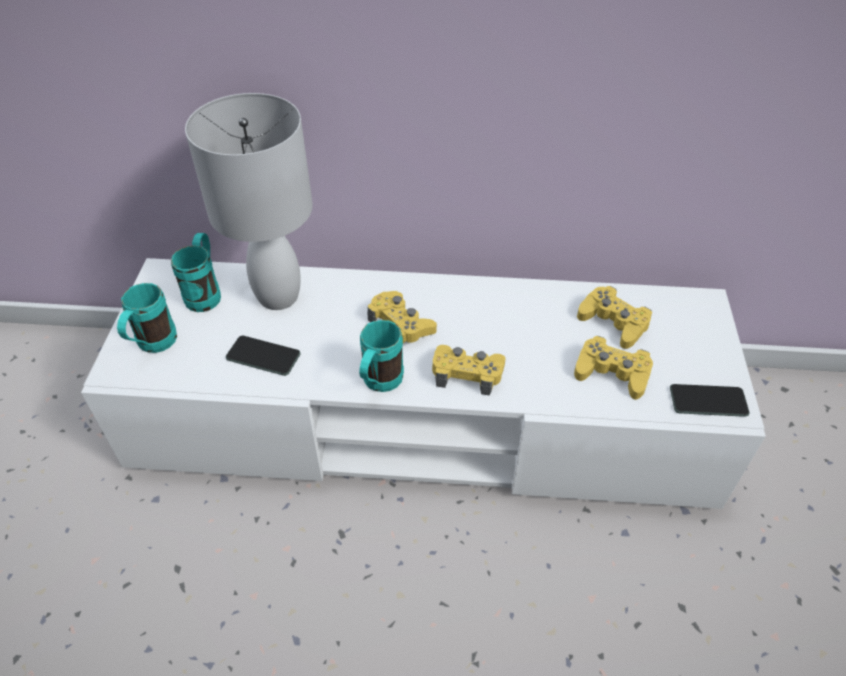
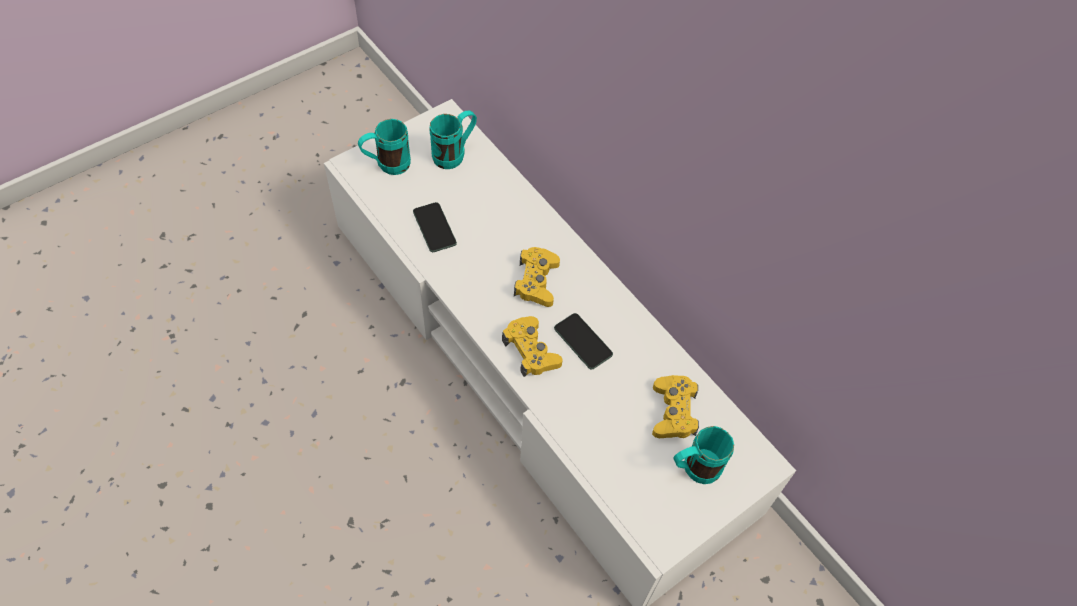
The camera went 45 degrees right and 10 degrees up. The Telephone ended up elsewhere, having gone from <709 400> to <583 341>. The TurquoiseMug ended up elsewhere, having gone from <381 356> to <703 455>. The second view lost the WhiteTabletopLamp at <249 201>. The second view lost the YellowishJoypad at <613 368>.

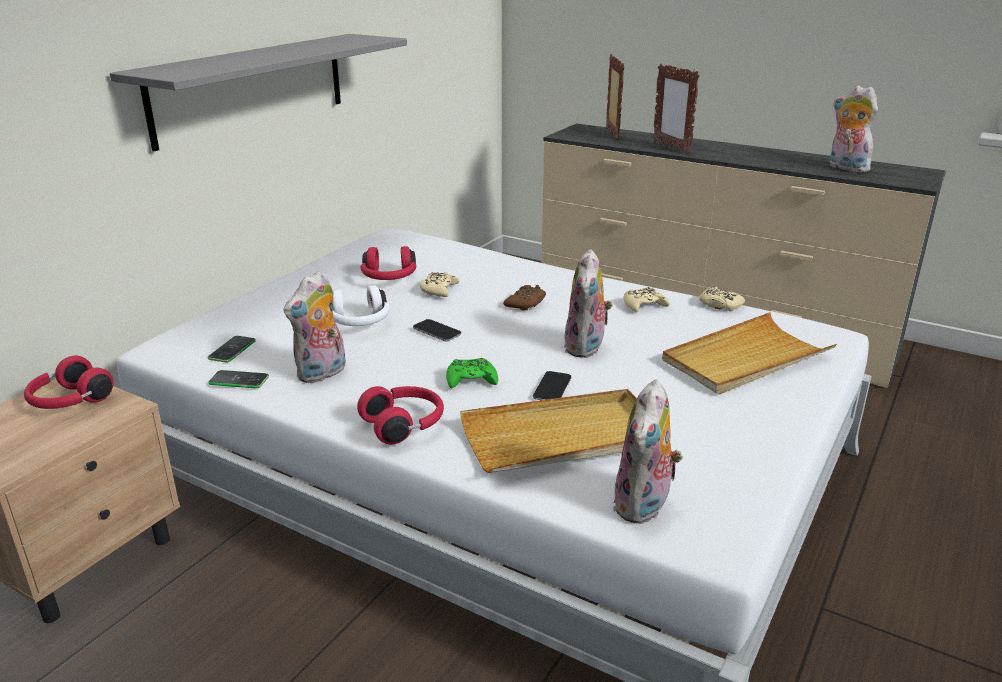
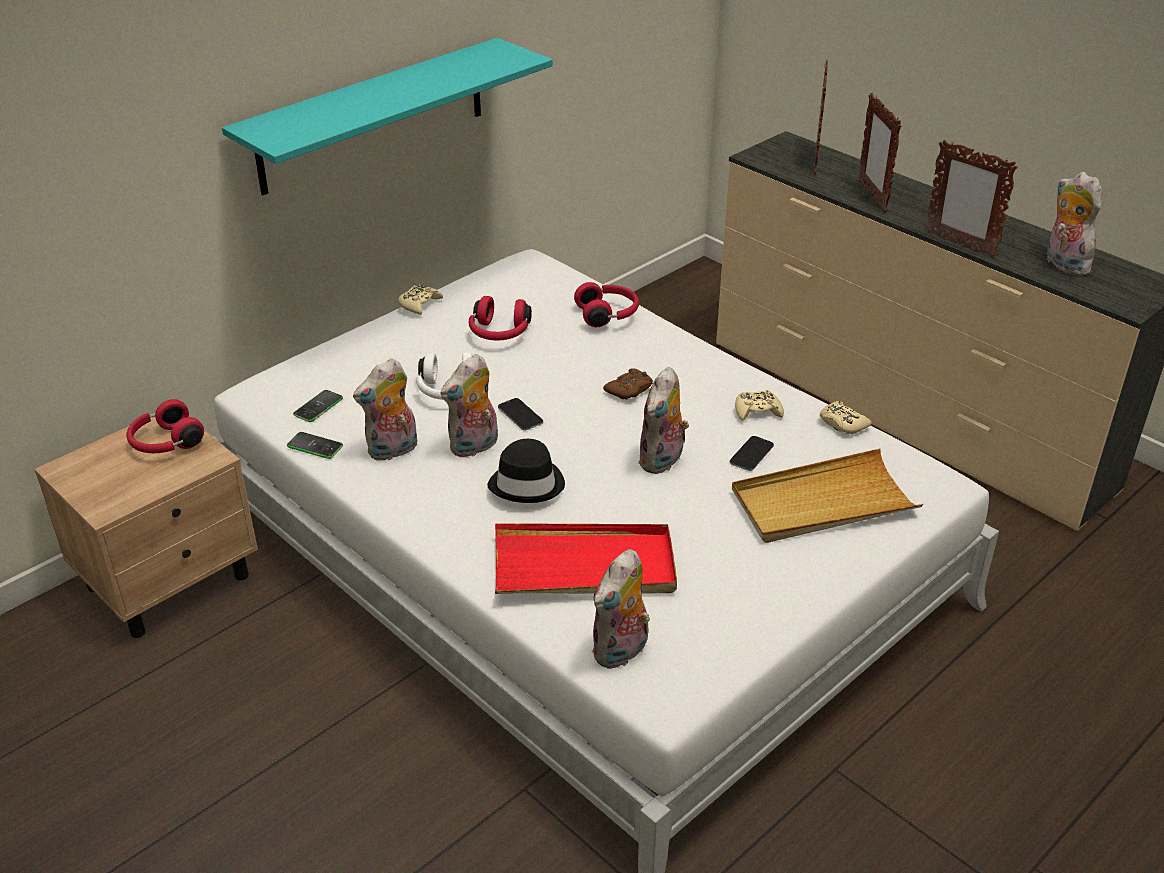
The camera went 15 degrees right and 10 degrees up. What was the GreyBracketShelf at <258 92> turned into the TurquoiseBracketShelf at <387 116>. The SandColouredJoypad ended up elsewhere, having gone from <439 284> to <420 300>. The second view gained the PlushToy at <469 406>. Where the GreenJoypad stood at <472 373>, the BlackColouredClothingHat came to stand at <526 471>. What was the SandColouredCarryingTray at <548 431> turned into the ReddishCarryingTray at <586 558>. The ReddishPairOfHeadphones ended up elsewhere, having gone from <400 415> to <606 304>. The Telephone ended up elsewhere, having gone from <552 385> to <752 453>. The second view gained the PictureFrame at <972 199>.

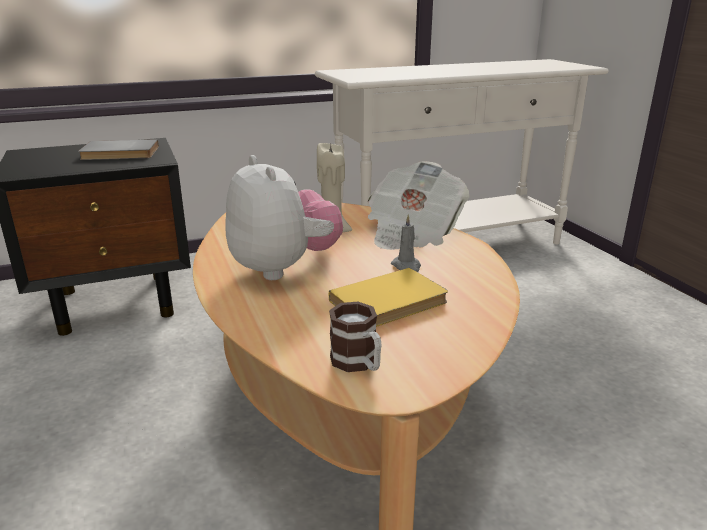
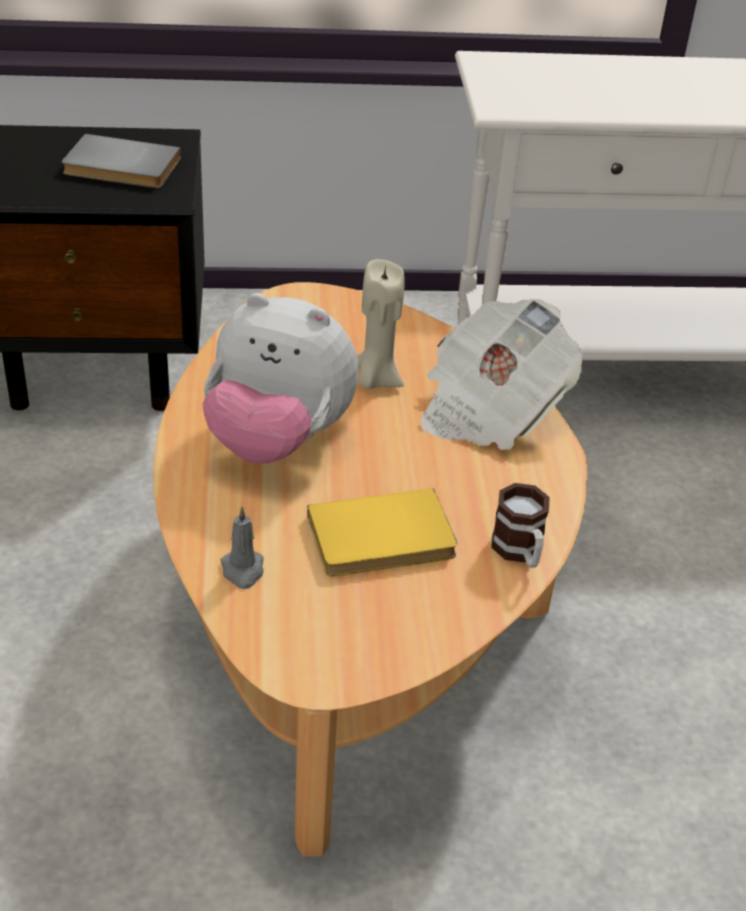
The camera went 15 degrees right and 15 degrees up. The PlushToy at <284 217> ended up facing another way, 120 degrees clockwise from before. The GreyCandle ended up elsewhere, having gone from <406 243> to <242 547>. The Mug ended up elsewhere, having gone from <355 337> to <520 525>.

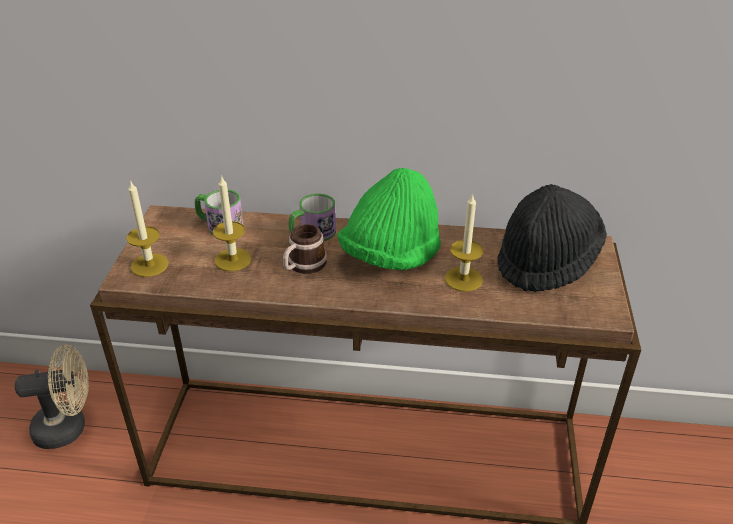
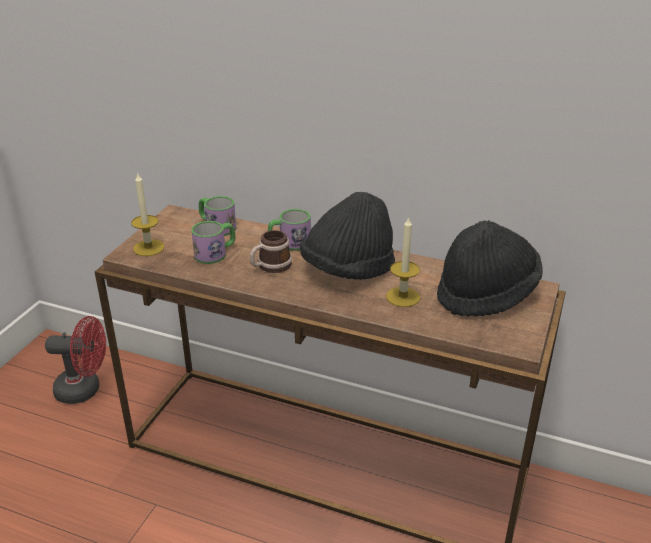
The camera went 15 degrees right and 5 degrees down. What was the SandColouredElectricFan at <52 396> turned into the ReddishElectricFan at <75 360>. Where the Candle stood at <232 223>, the Mug came to stand at <213 242>. What was the GreenClothingHat at <389 219> turned into the BlackColouredClothingHat at <347 236>.

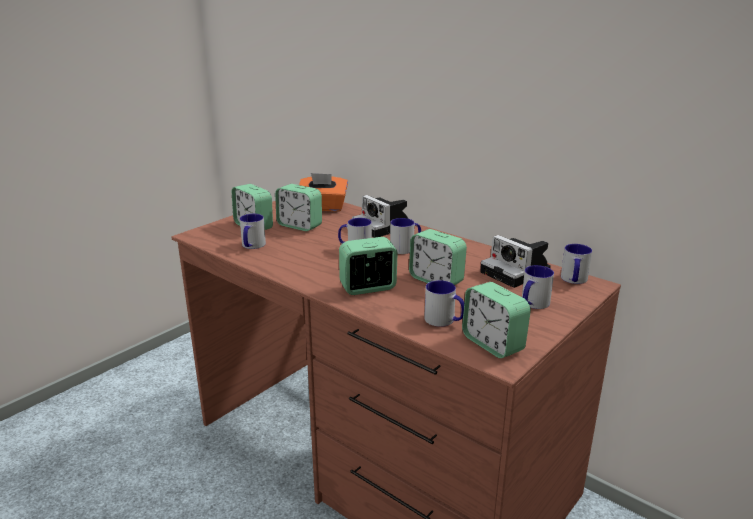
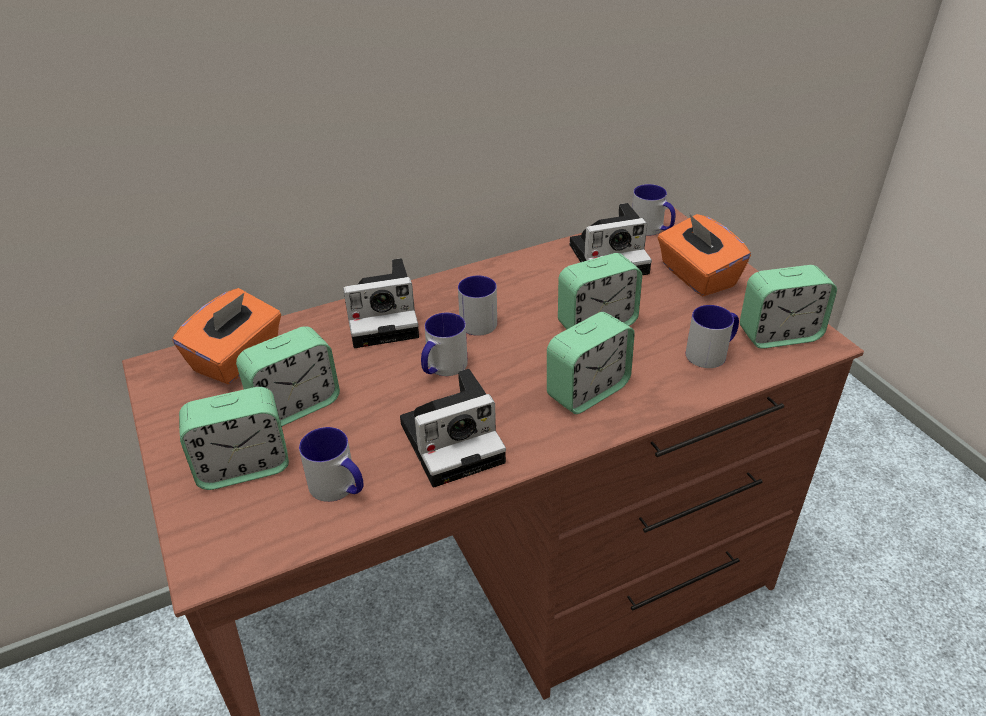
The camera went 65 degrees left and 15 degrees up. The second view gained the PhotoCamera at <453 428>. The TableClock at <368 266> ended up facing another way, 135 degrees counterclockwise from before. Where the Mug stood at <538 287>, the OrangeyTissueHolder came to stand at <704 254>.

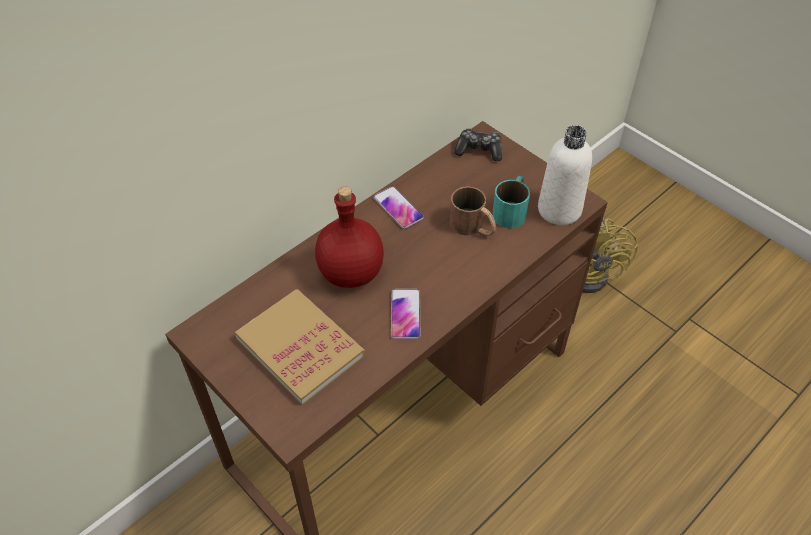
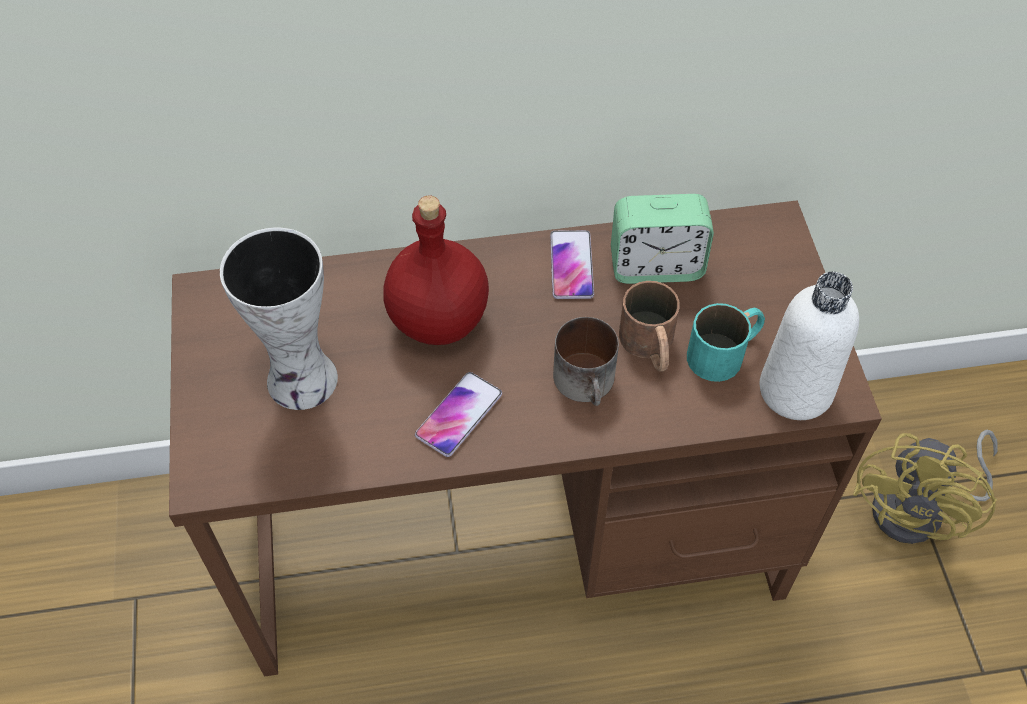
The camera went 35 degrees right and 5 degrees up. Where the Volume stood at <300 347>, the DecorativeVase came to stand at <279 318>. The second view gained the Mug at <586 361>. The second view gained the TableClock at <662 239>. The second view lost the Joypad at <478 144>.

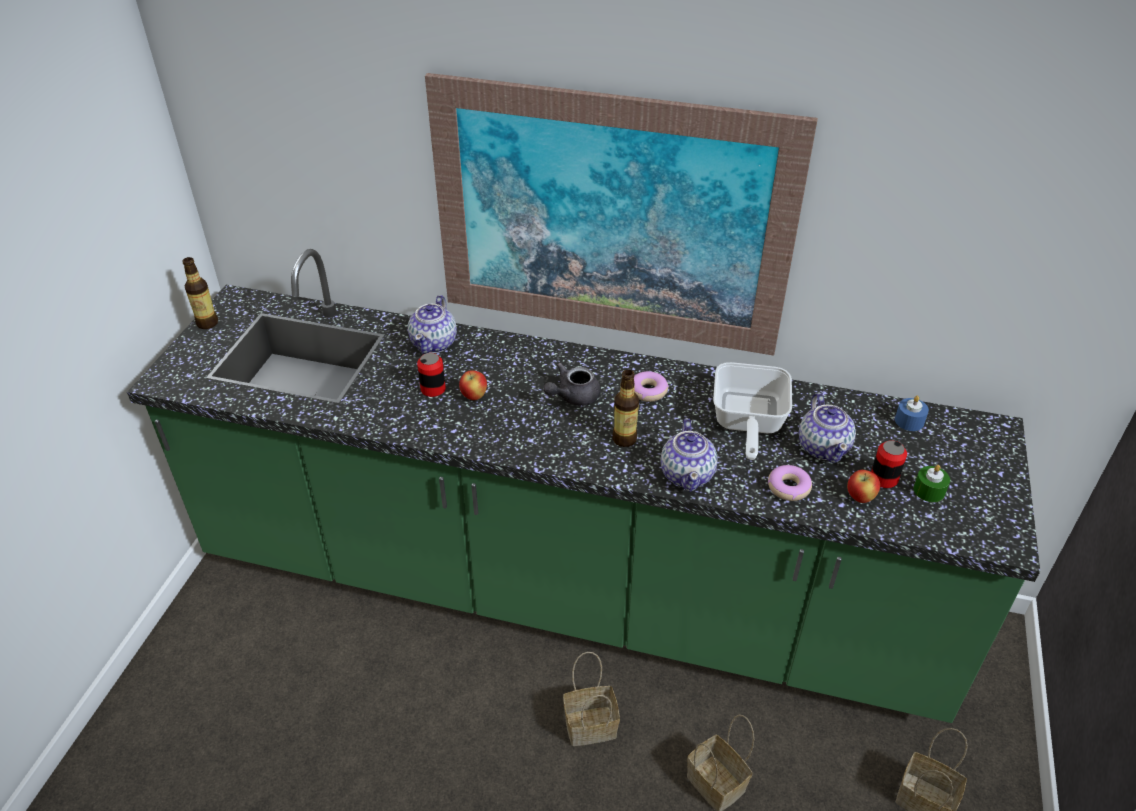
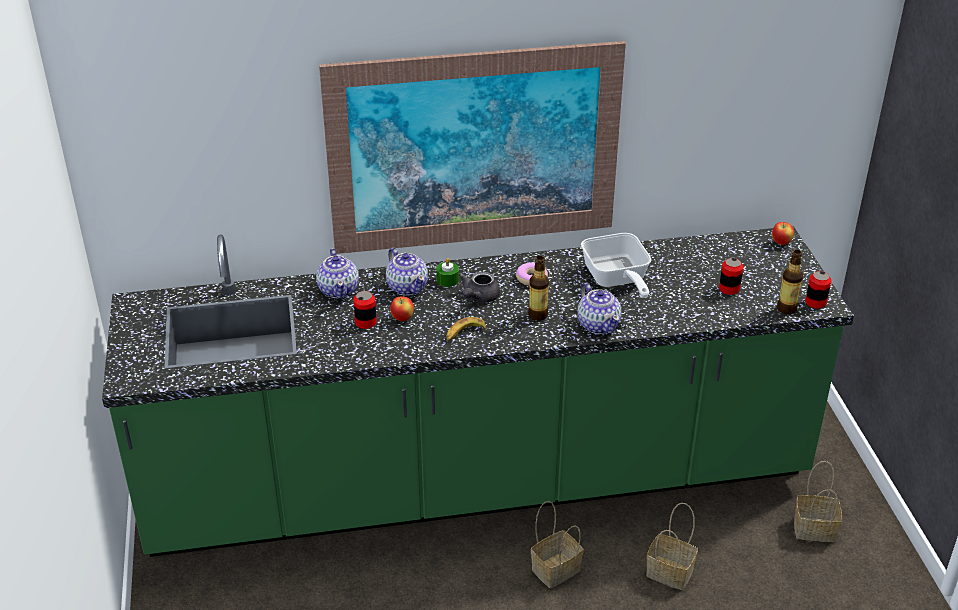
The camera went 25 degrees left and 5 degrees down. The PotForTea ended up elsewhere, having gone from <827 428> to <407 272>. The GreenCandle ended up elsewhere, having gone from <931 483> to <447 272>. The second view gained the BananaFruit at <467 329>. The WholeApple ended up elsewhere, having gone from <863 486> to <783 233>. The DrinkBottle ended up elsewhere, having gone from <200 293> to <790 282>. The second view gained the Can at <818 290>. The second view lost the Donut at <790 483>. The second view lost the BlueColouredCandle at <912 413>.

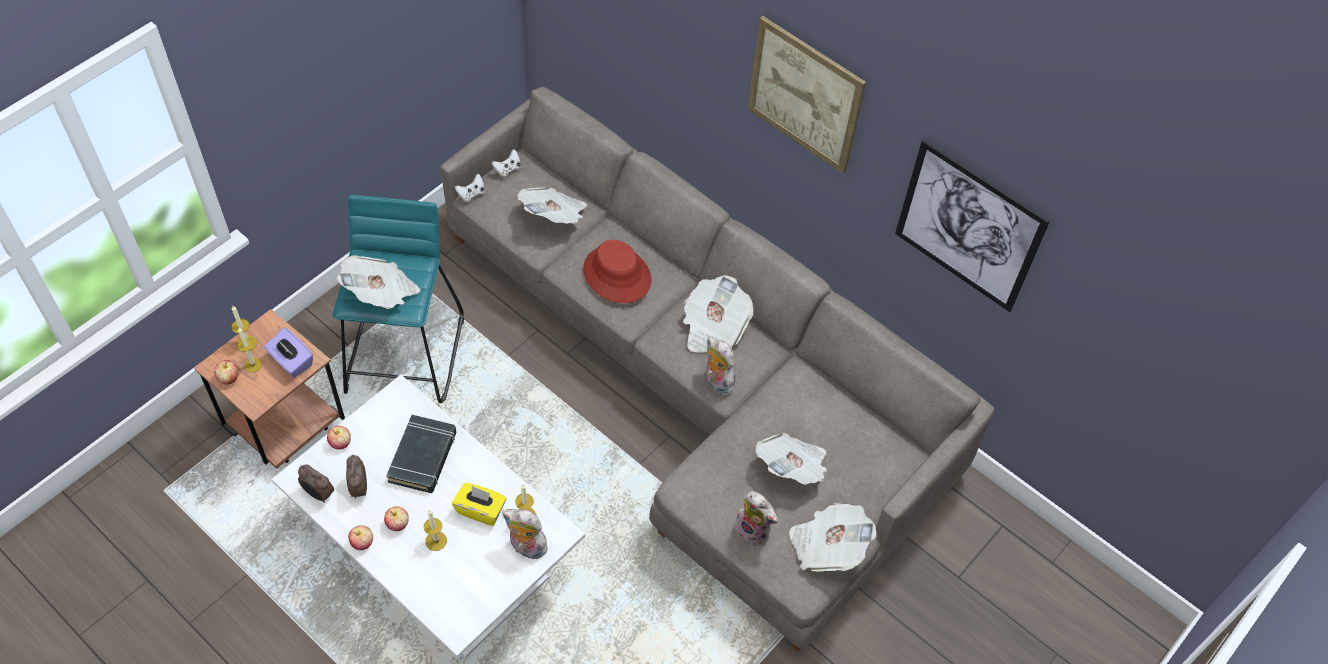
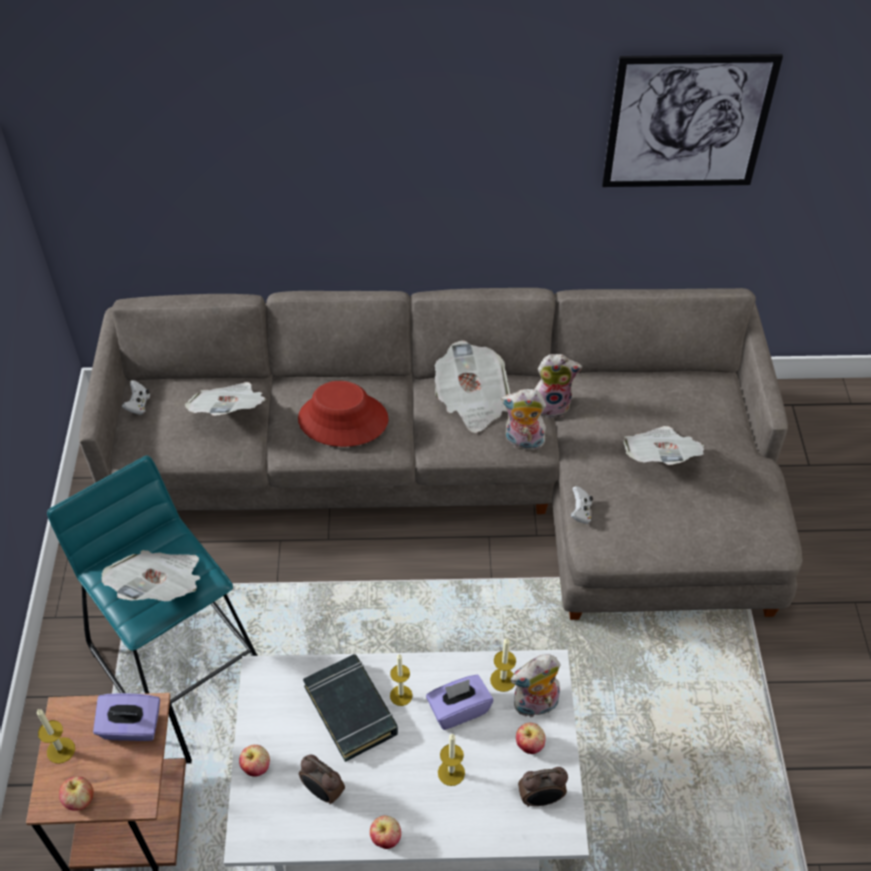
The camera went 40 degrees left and 5 degrees down. The Candle ended up elsewhere, having gone from <250 350> to <401 680>. What was the YellowishTissueHolder at <479 504> turned into the PurpleTissueHolder at <459 702>. The WholeApple ended up elsewhere, having gone from <396 518> to <531 738>. The TableClock ended up elsewhere, having gone from <316 483> to <543 787>. The PlushToy ended up elsewhere, having gone from <756 519> to <558 386>. The WhiteJoypad ended up elsewhere, having gone from <470 188> to <582 505>. The second view lost the Picture at <807 95>. The second view lost the DailyPaper at <832 537>.

